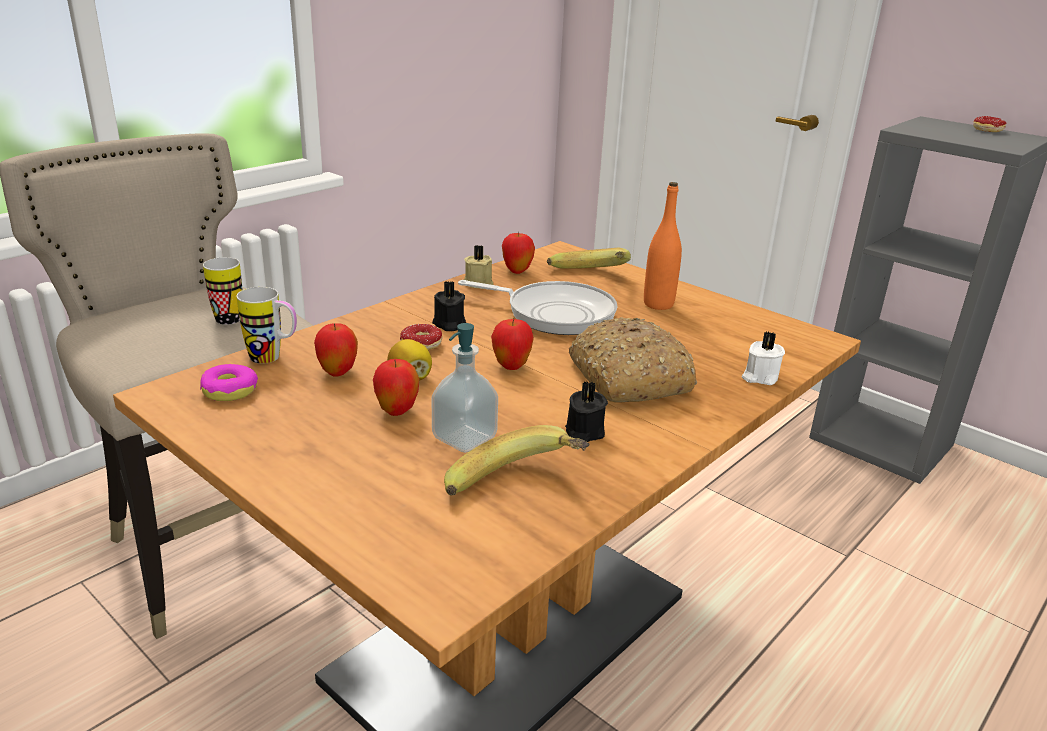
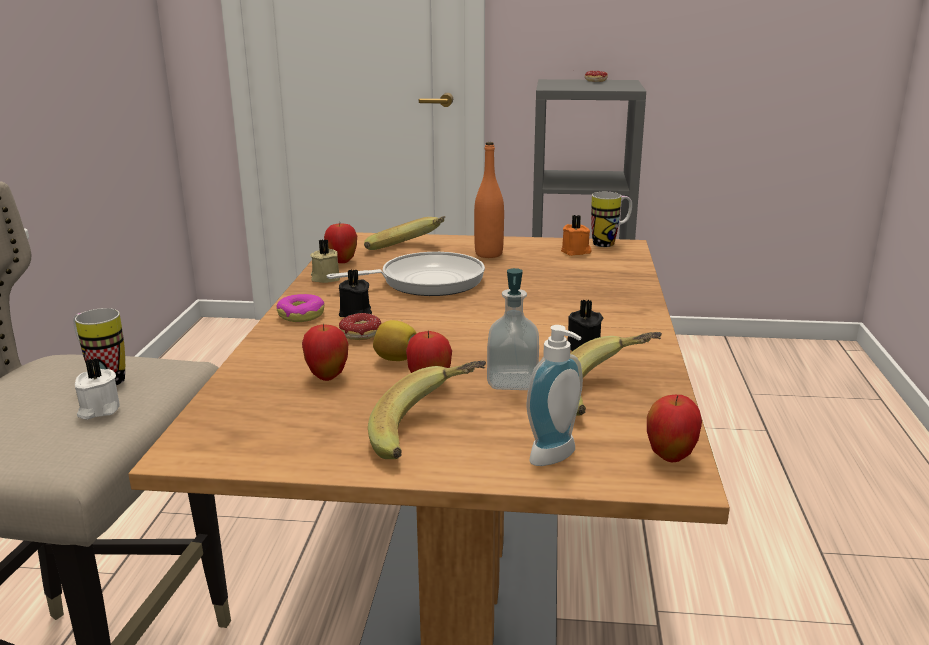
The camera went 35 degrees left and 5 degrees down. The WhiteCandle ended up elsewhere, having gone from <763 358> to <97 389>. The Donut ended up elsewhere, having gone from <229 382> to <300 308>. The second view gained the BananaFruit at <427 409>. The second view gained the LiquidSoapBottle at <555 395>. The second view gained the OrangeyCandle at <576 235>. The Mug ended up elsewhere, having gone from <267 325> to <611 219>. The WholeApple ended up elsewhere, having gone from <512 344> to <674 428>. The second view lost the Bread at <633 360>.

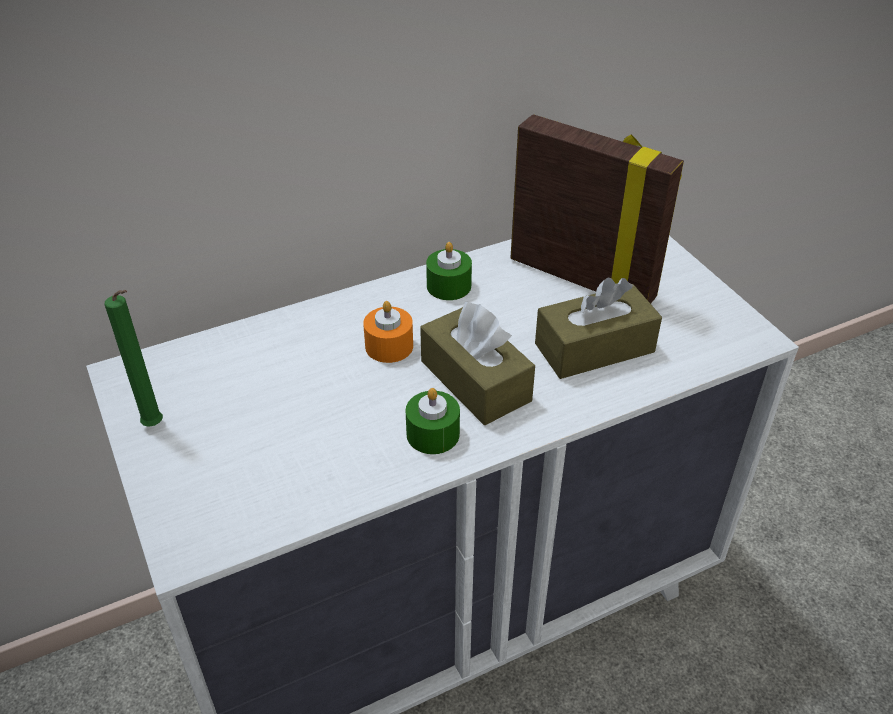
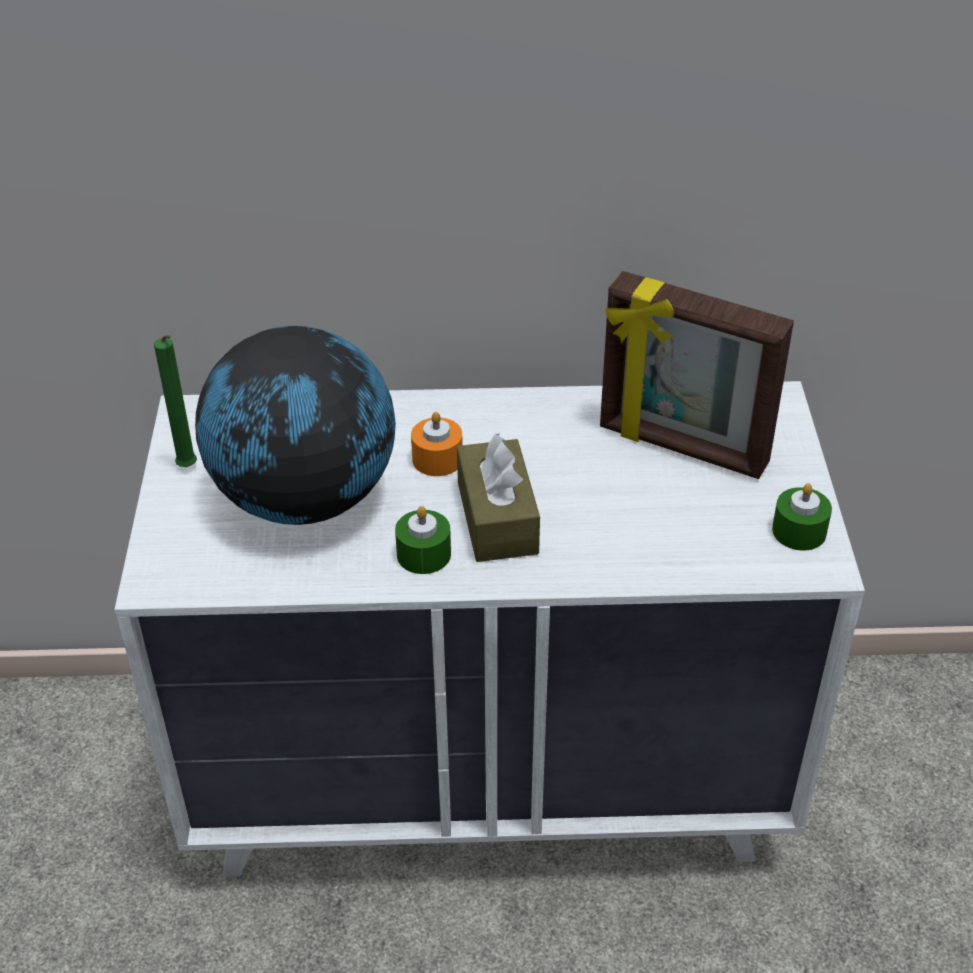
The camera went 25 degrees right and 0 degrees up. The second view gained the WorldGlobe at <295 425>. The PictureFrame at <597 209> ended up facing another way, 150 degrees clockwise from before. The GreenCandle ended up elsewhere, having gone from <449 271> to <802 516>. The second view lost the BrownTissueHolder at <598 328>.

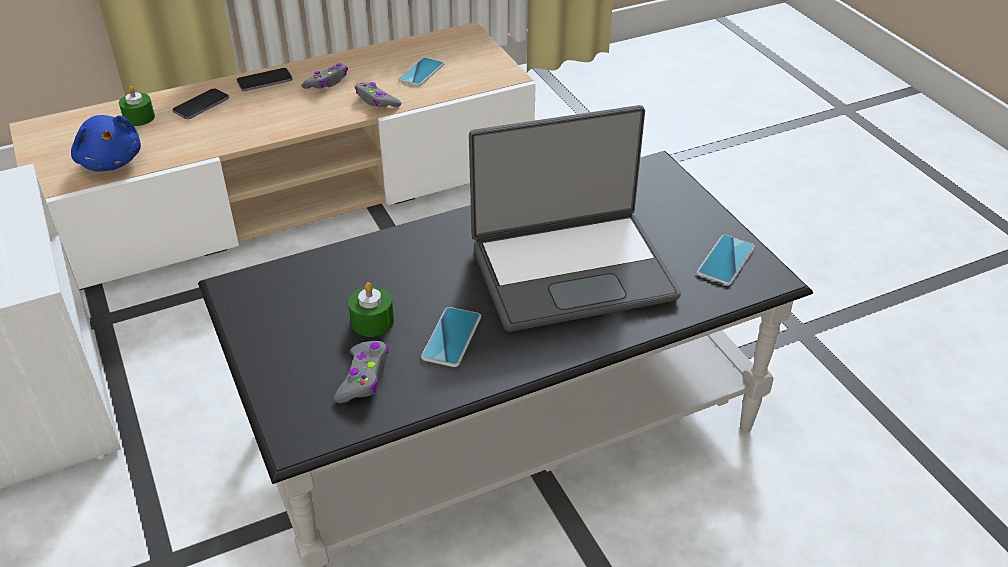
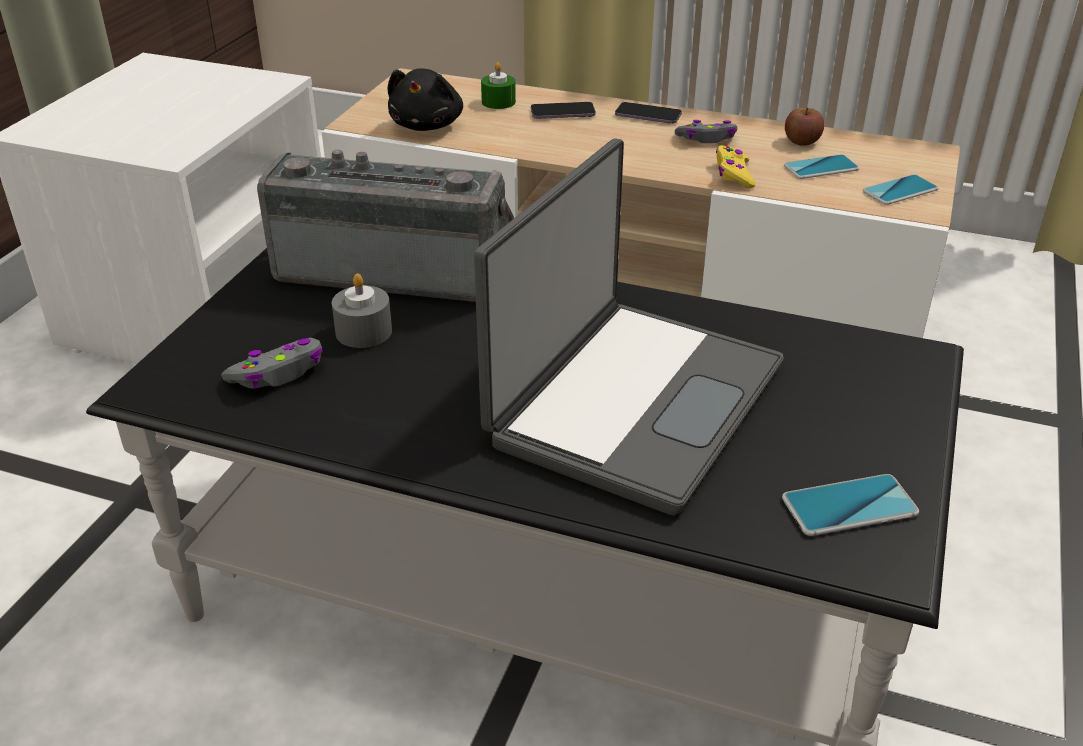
The camera went 45 degrees right and 5 degrees down. The second view gained the RadioSet at <385 226>. What was the GreenCandle at <371 309> turned into the GreyCandle at <362 310>. What was the BlueColouredPlushToy at <106 143> turned into the BlackColouredPlushToy at <425 100>. The Laptop at <575 218> ended up facing another way, 90 degrees counterclockwise from before. What was the GreyJoypad at <378 94> turned into the YellowishJoypad at <736 166>. The second view gained the WholeApple at <804 127>. The Telephone ended up elsewhere, having gone from <451 337> to <900 189>.

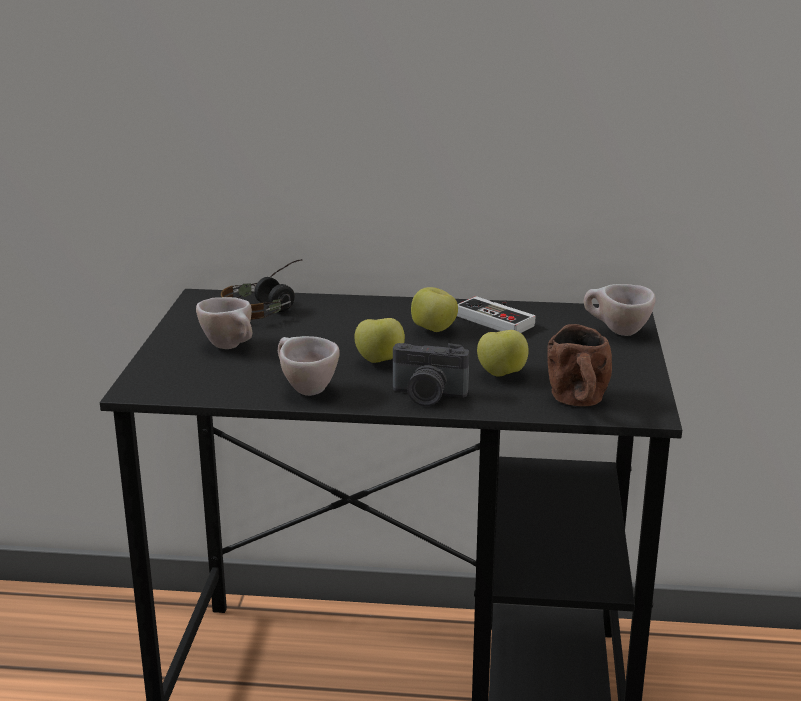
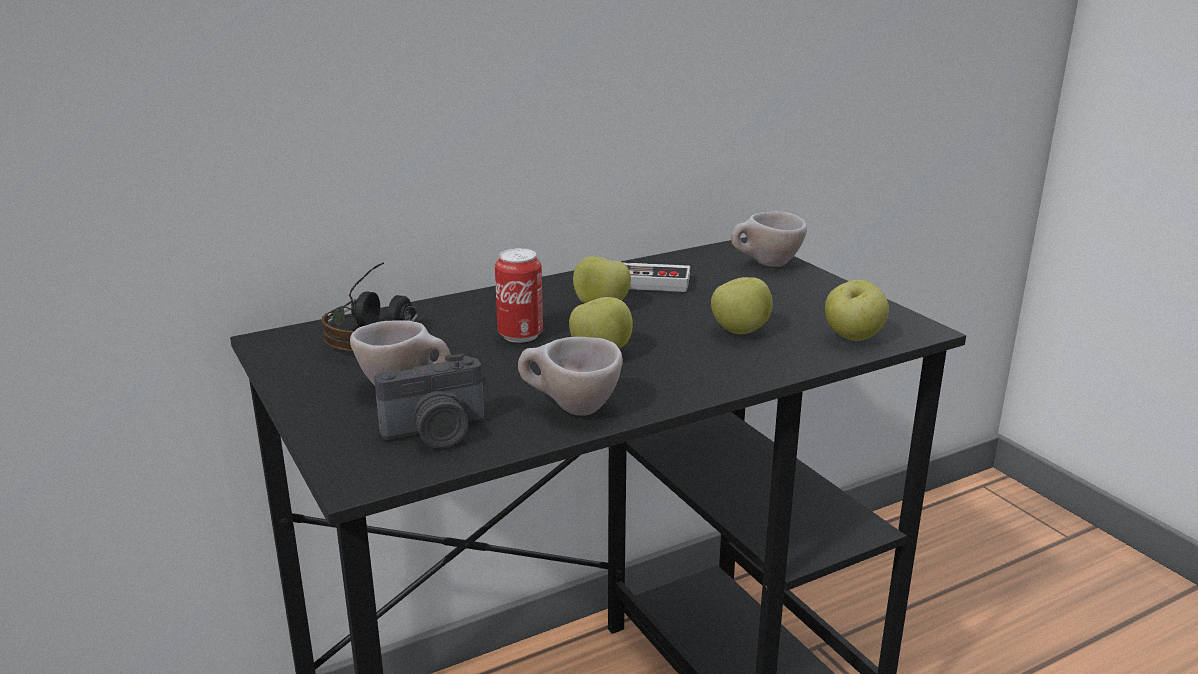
The camera went 35 degrees left and 0 degrees up. The PhotoCamera ended up elsewhere, having gone from <431 374> to <429 401>. The second view gained the Can at <519 295>. Where the BrownMug stood at <579 365>, the WholeApple came to stand at <857 310>.

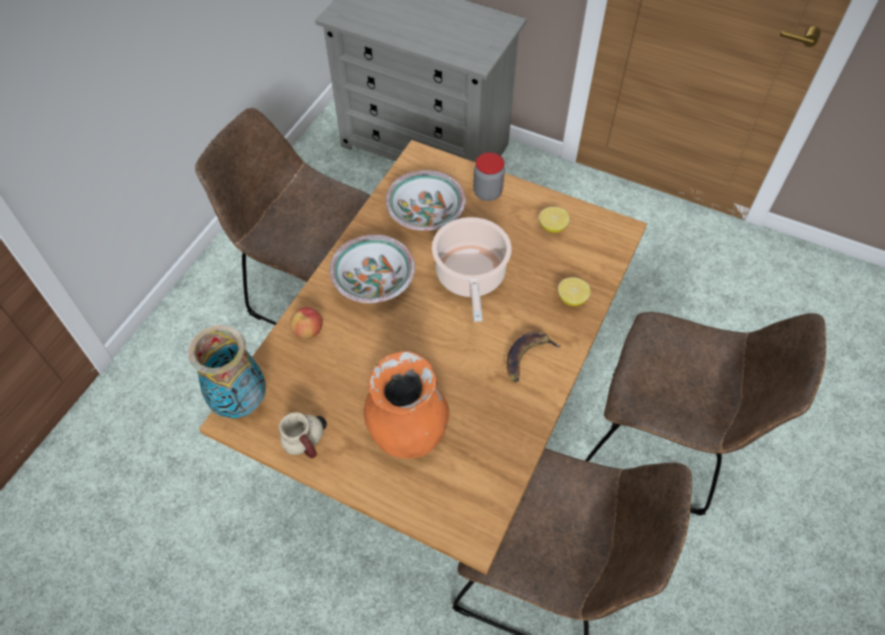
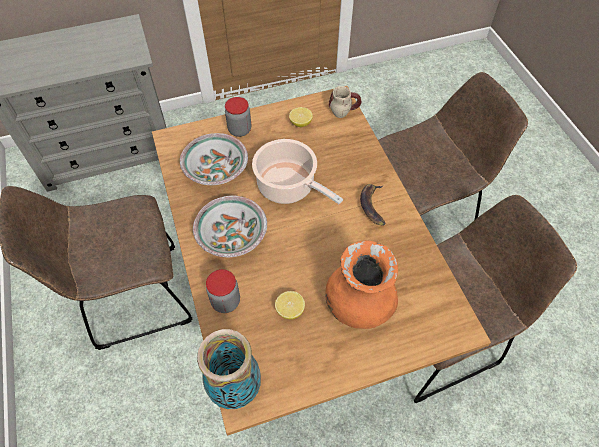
The camera went 45 degrees left and 0 degrees up. Where the WholeApple stood at <306 323>, the PreserveJar came to stand at <223 291>. The WholeLemon ended up elsewhere, having gone from <574 291> to <290 305>. The Mug ended up elsewhere, having gone from <303 435> to <345 102>.

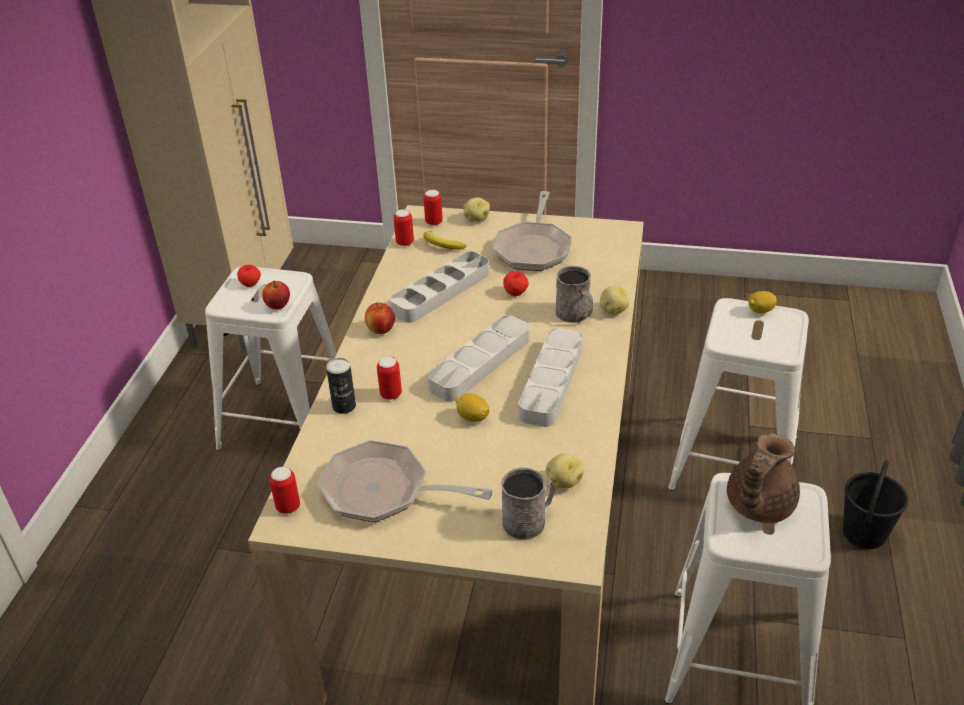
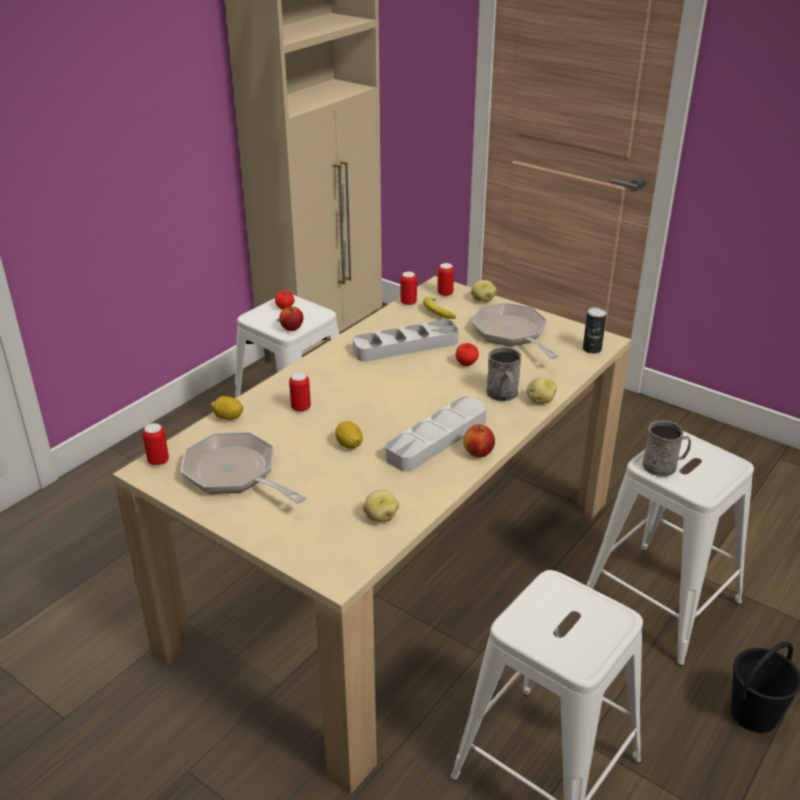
The camera went 25 degrees right and 5 degrees down. The WholeLemon ended up elsewhere, having gone from <763 302> to <227 408>. The WholeApple ended up elsewhere, having gone from <380 318> to <479 441>. The FryingPan at <532 231> ended up facing another way, 120 degrees clockwise from before. The Can ended up elsewhere, having gone from <341 386> to <595 330>. The GreyMug ended up elsewhere, having gone from <527 503> to <666 448>. The second view lost the GreyCarryingTray at <478 358>. The second view lost the BrownPotForTea at <763 478>.

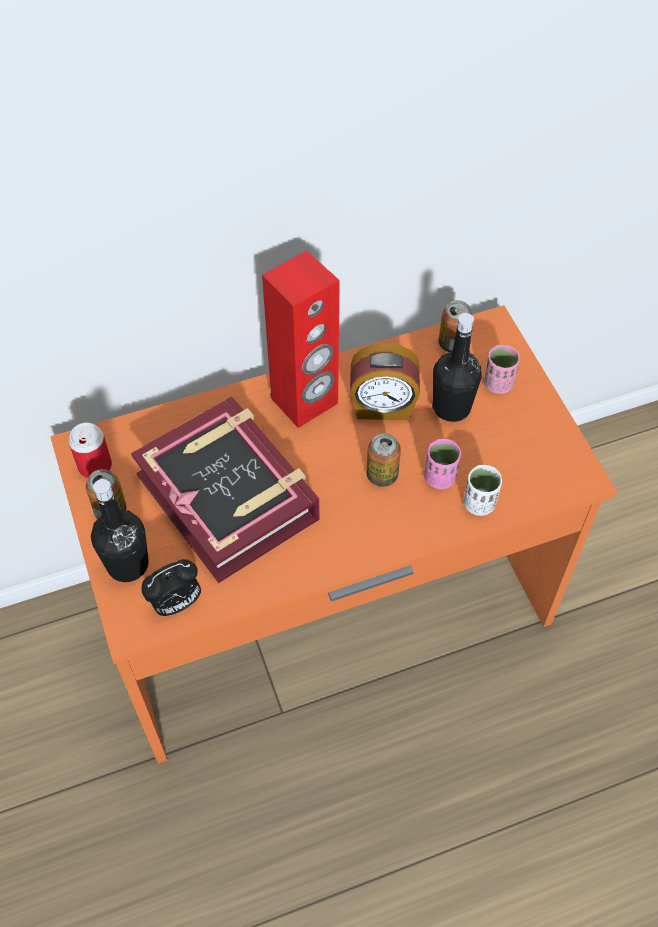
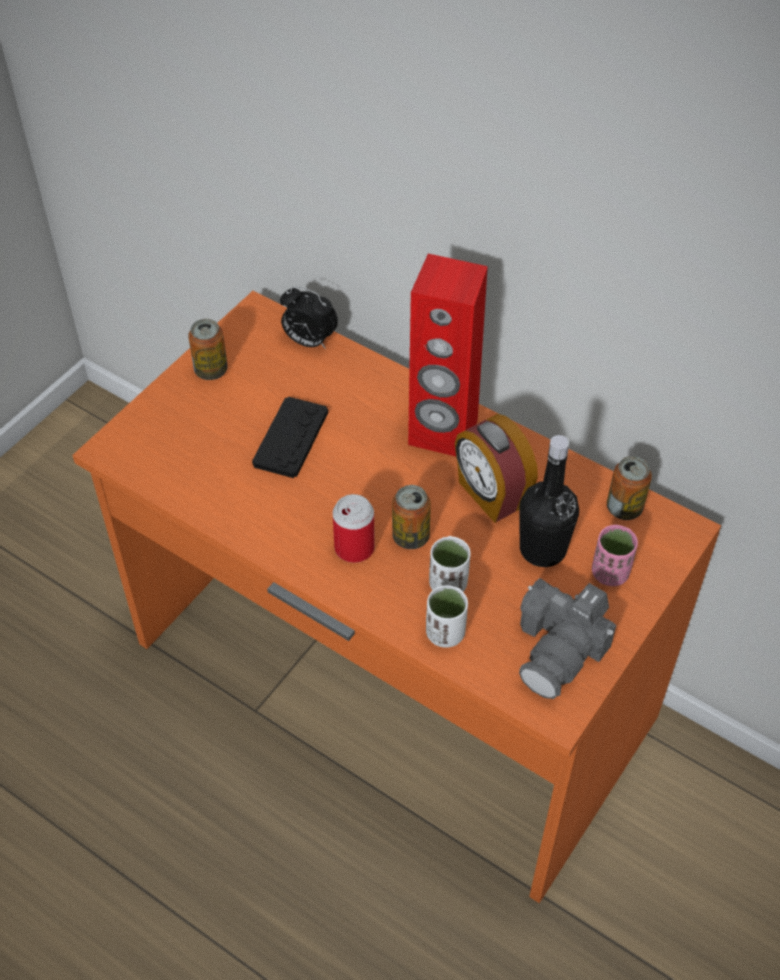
The camera went 55 degrees right and 5 degrees down. Where the Volume stood at <225 489>, the BlackColouredJoypad came to stand at <290 437>. The TableClock ended up elsewhere, having gone from <171 587> to <309 317>. The Can ended up elsewhere, having gone from <90 450> to <354 528>. What was the PinkishDrinkingCup at <442 464> turned into the WhiteDrinkingCup at <450 564>. The second view gained the PhotoCamera at <567 638>. The second view lost the BlackColouredDrinkBottle at <120 530>.

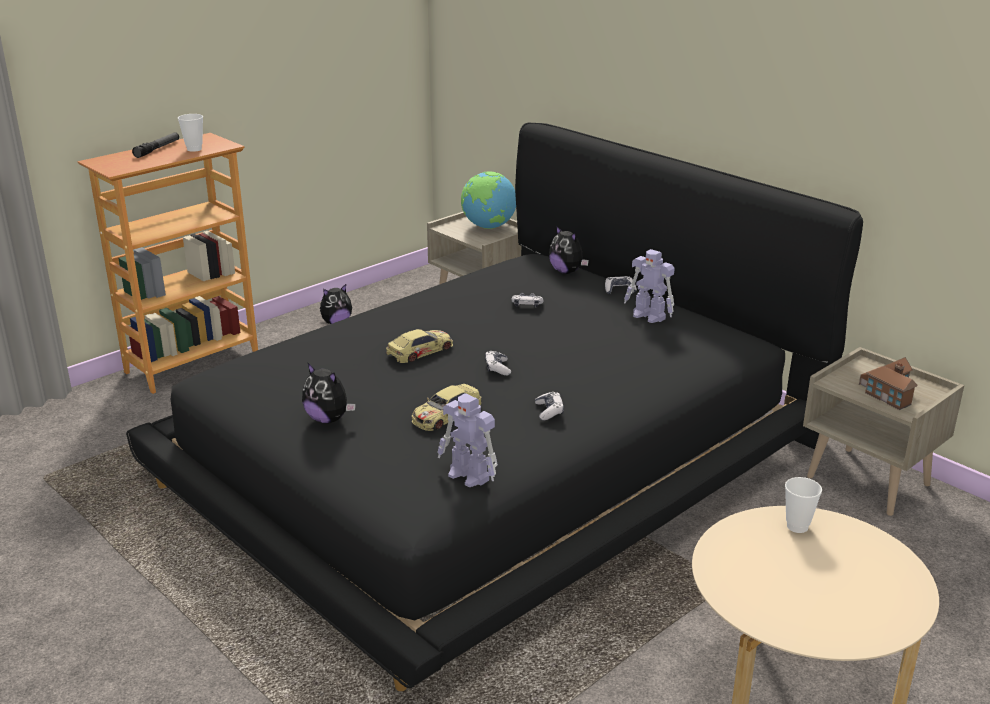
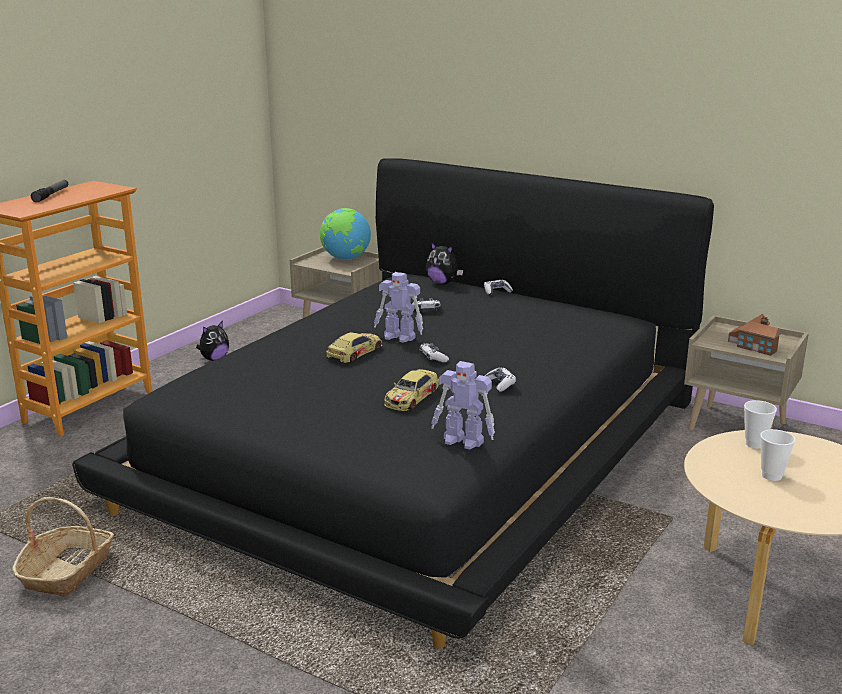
The camera went 15 degrees left and 5 degrees down. The second view gained the Basket at <63 547>. The RobotFigure ended up elsewhere, having gone from <649 286> to <398 307>. The DrinkingCup ended up elsewhere, having gone from <190 133> to <777 455>. The second view lost the PlushToy at <329 393>.

